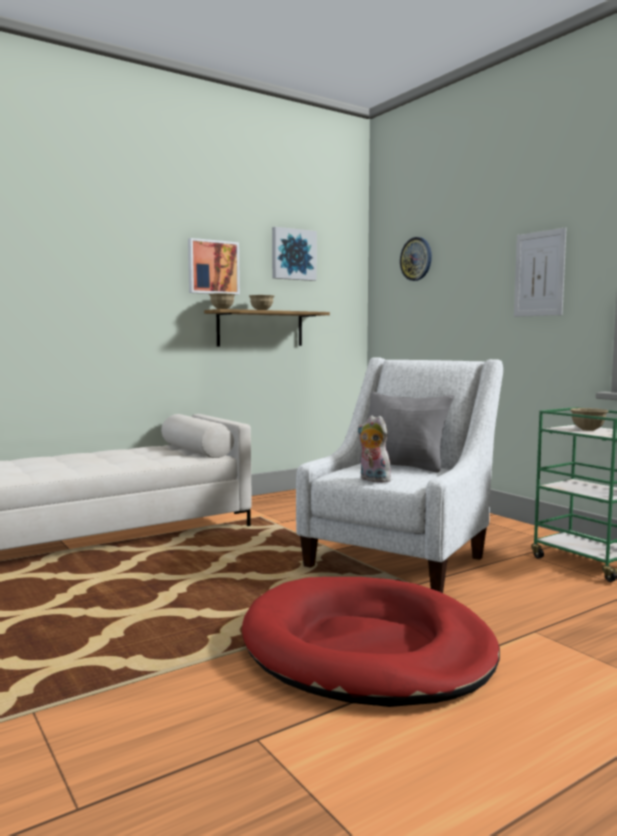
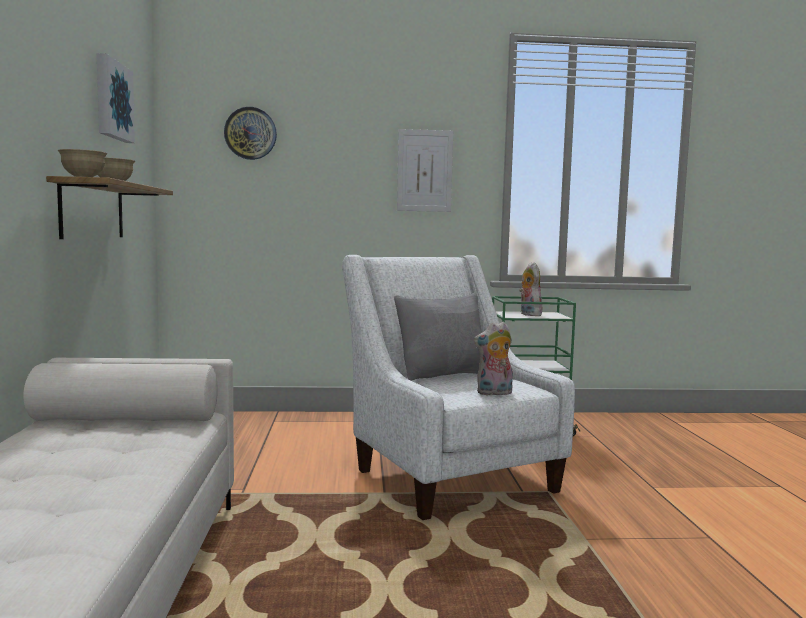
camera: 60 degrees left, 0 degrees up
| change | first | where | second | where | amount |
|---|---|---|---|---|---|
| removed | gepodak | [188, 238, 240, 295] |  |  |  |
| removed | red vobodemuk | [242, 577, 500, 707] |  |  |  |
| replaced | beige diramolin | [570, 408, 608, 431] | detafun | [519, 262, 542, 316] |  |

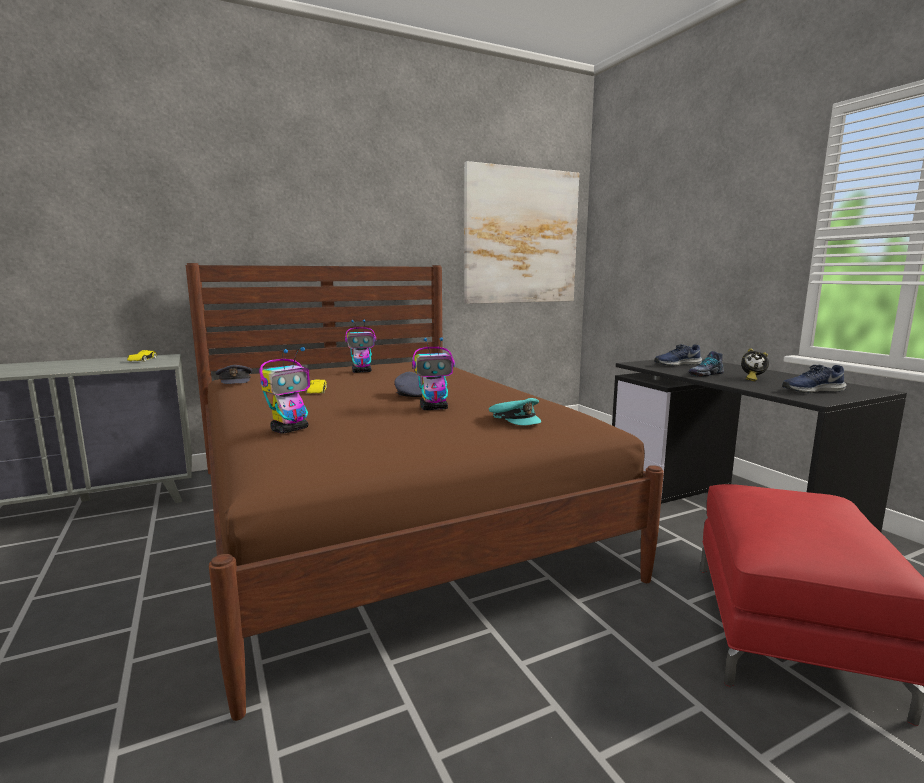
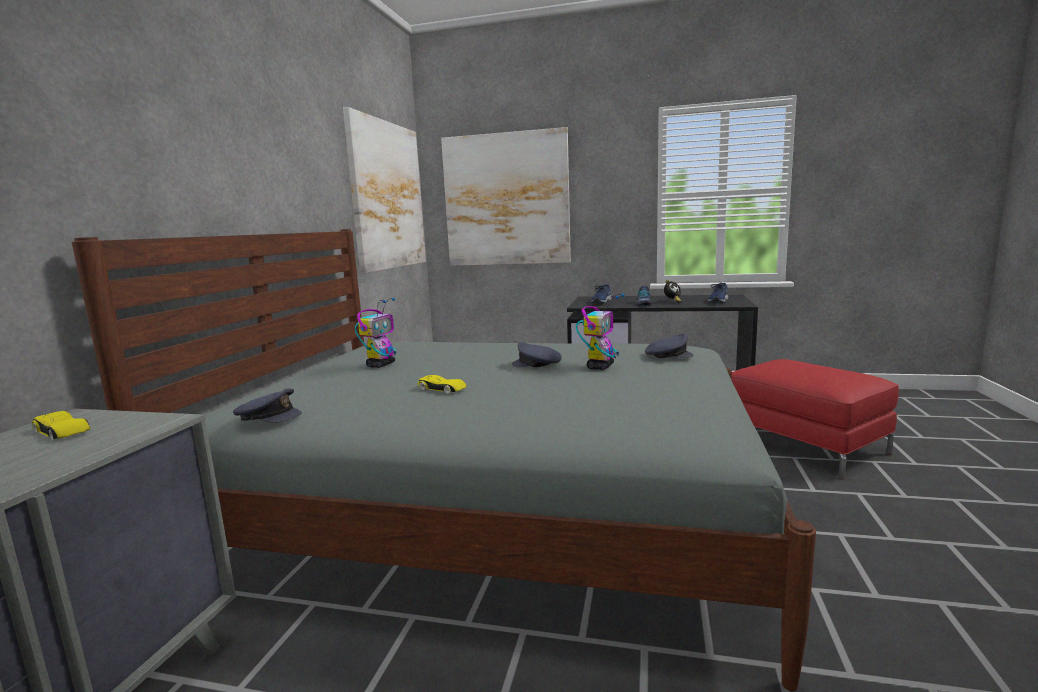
camera: 50 degrees left, 0 degrees up
| change | first | where | second | where | amount |
|---|---|---|---|---|---|
| recoloured | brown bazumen | [186, 263, 664, 721] | grey bazumen | [72, 229, 816, 691] |  |
| removed | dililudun | [259, 347, 310, 434] |  |  |  |
| recoloured | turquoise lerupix | [489, 398, 541, 425] | grey lerupix | [645, 334, 694, 358] |  |
| added |  |  | gepodak | [441, 127, 571, 266] |  |

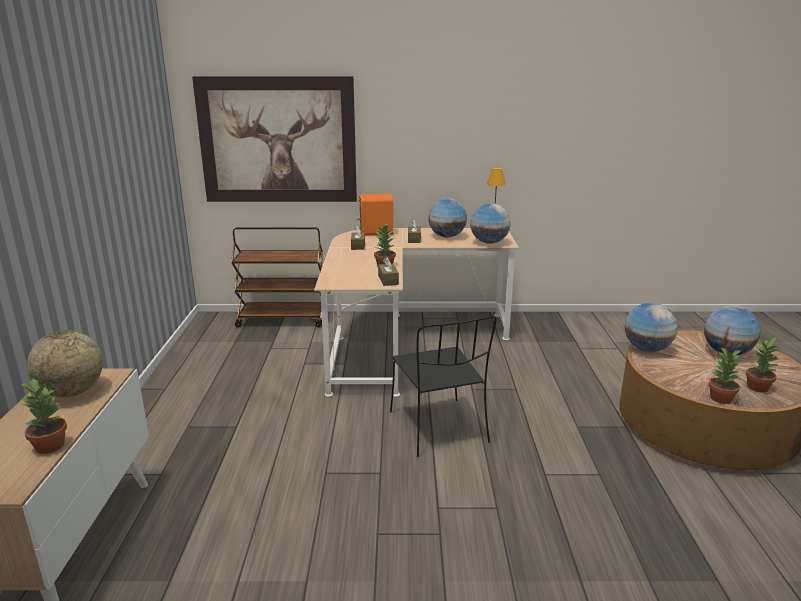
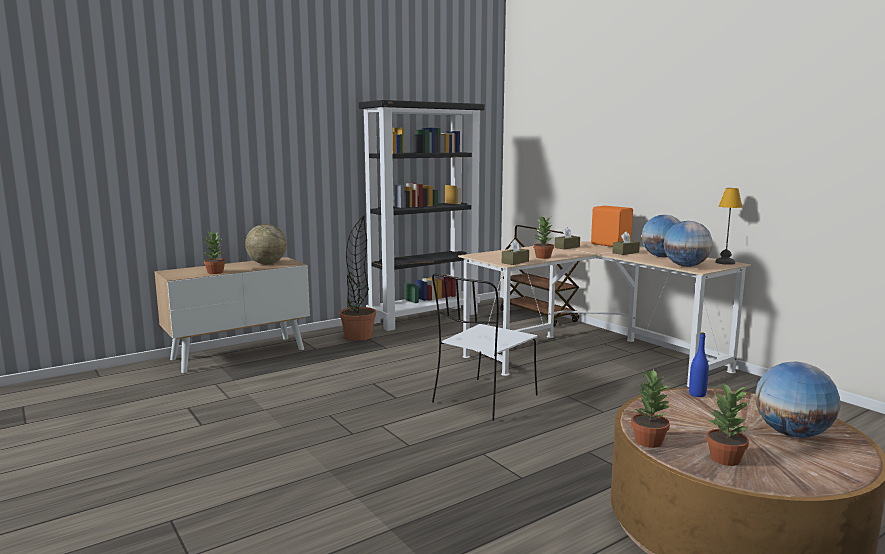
camera: 55 degrees right, 10 degrees down
| change | first | where | second | where | amount |
|---|---|---|---|---|---|
| removed | gepodak | [192, 76, 357, 202] |  |  |  |
| recoloured | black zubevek | [390, 316, 497, 457] | white zubevek | [432, 274, 538, 421] |  |
| replaced | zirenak | [625, 303, 677, 352] | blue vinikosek | [689, 333, 709, 397] |  |
| added |  |  | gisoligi | [339, 215, 376, 341] |  |
| added |  |  | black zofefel | [359, 100, 485, 331] |  |

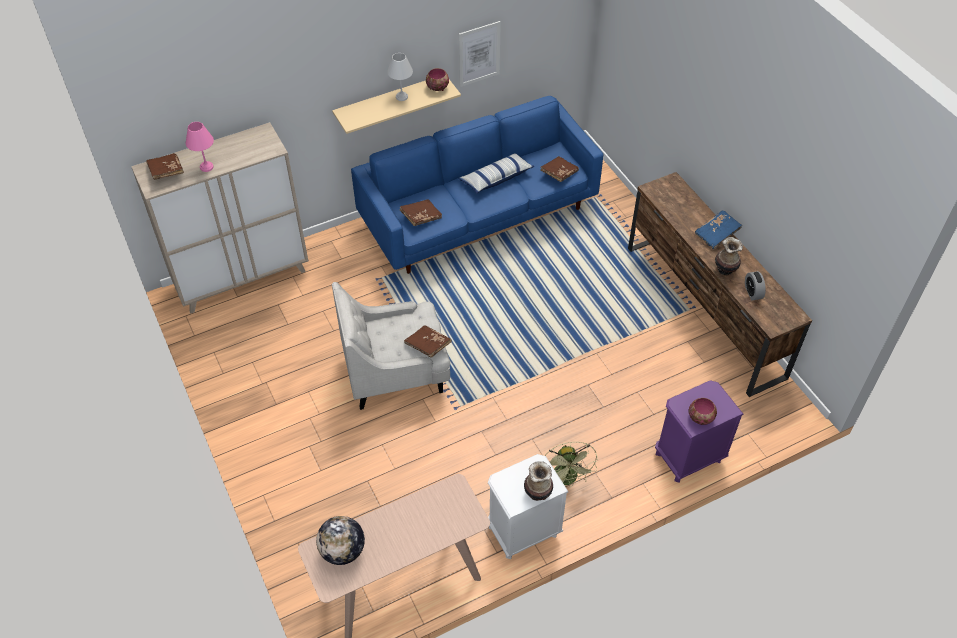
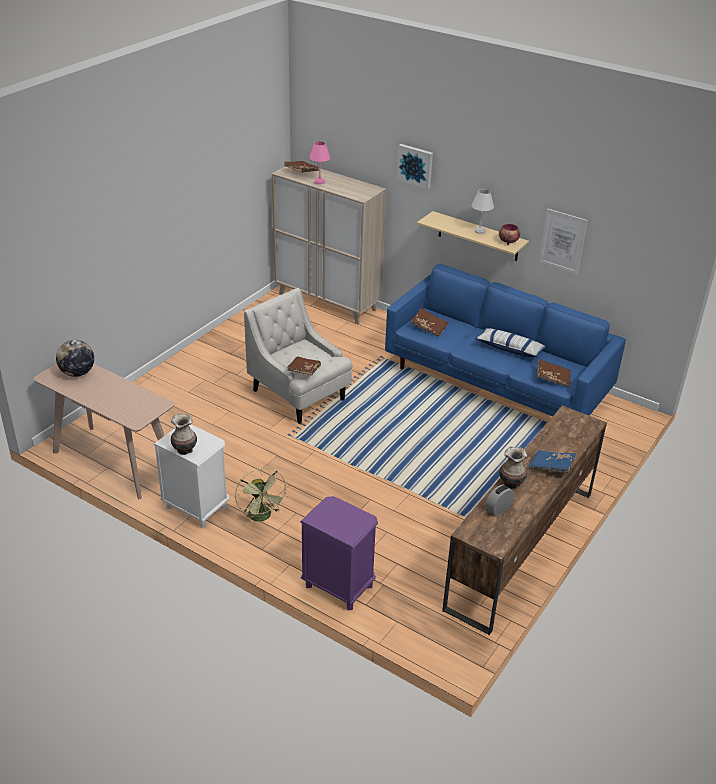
camera: 60 degrees right, 15 degrees down
| change | first | where | second | where | amount |
|---|---|---|---|---|---|
| turned | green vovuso | [545, 442, 598, 487] |  | [235, 468, 288, 525] | 75 degrees counterclockwise |
| removed | diramolin | [689, 398, 717, 425] |  |  |  |
| added |  |  | gepodak | [397, 144, 433, 189] |  |

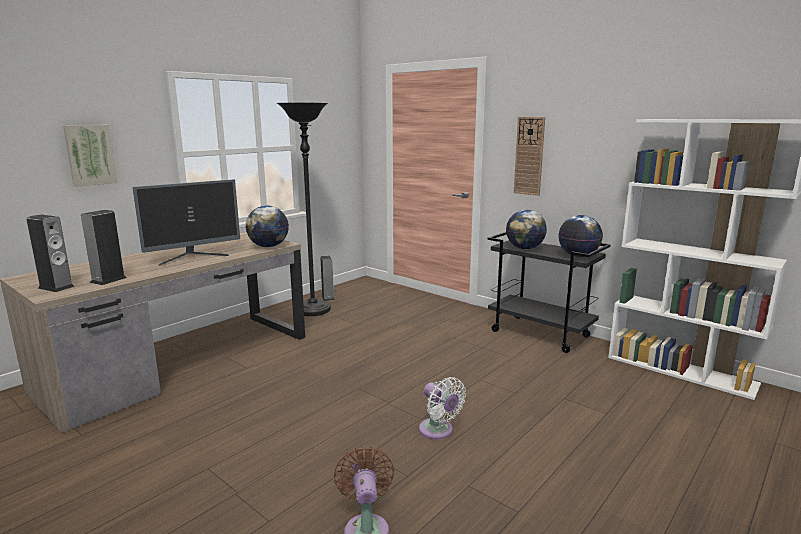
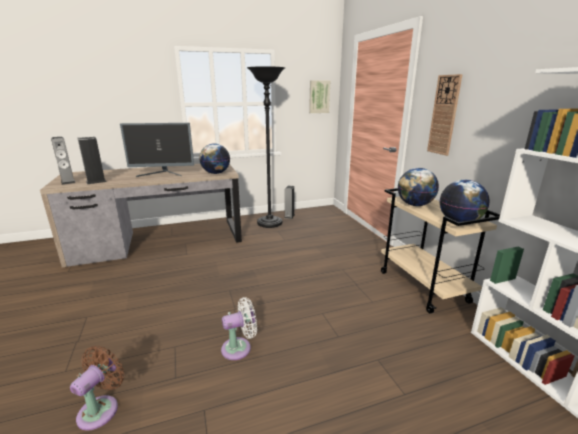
camera: 30 degrees right, 5 degrees up
| change | first | where | second | where | amount |
|---|---|---|---|---|---|
| moved | gepodak | [63, 125, 117, 187] |  | [309, 80, 330, 113] |  |
| turned | white vovuso | [419, 377, 466, 440] |  | [221, 297, 257, 360] | 105 degrees counterclockwise |
| recoloured | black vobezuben | [488, 232, 611, 353] | beige vobezuben | [381, 188, 500, 313] |  |

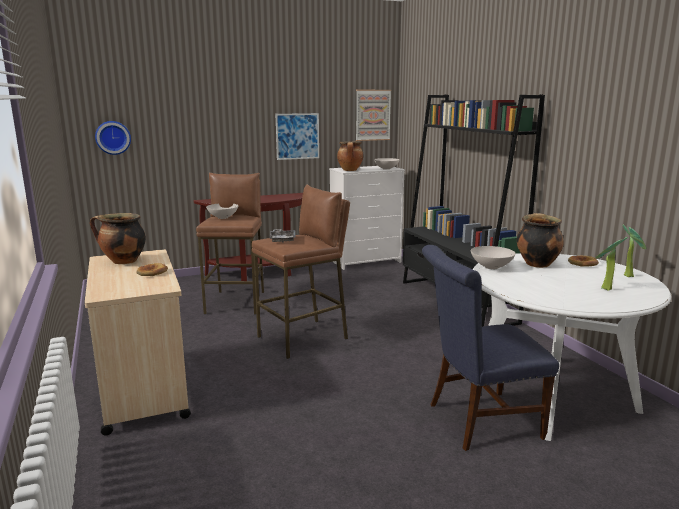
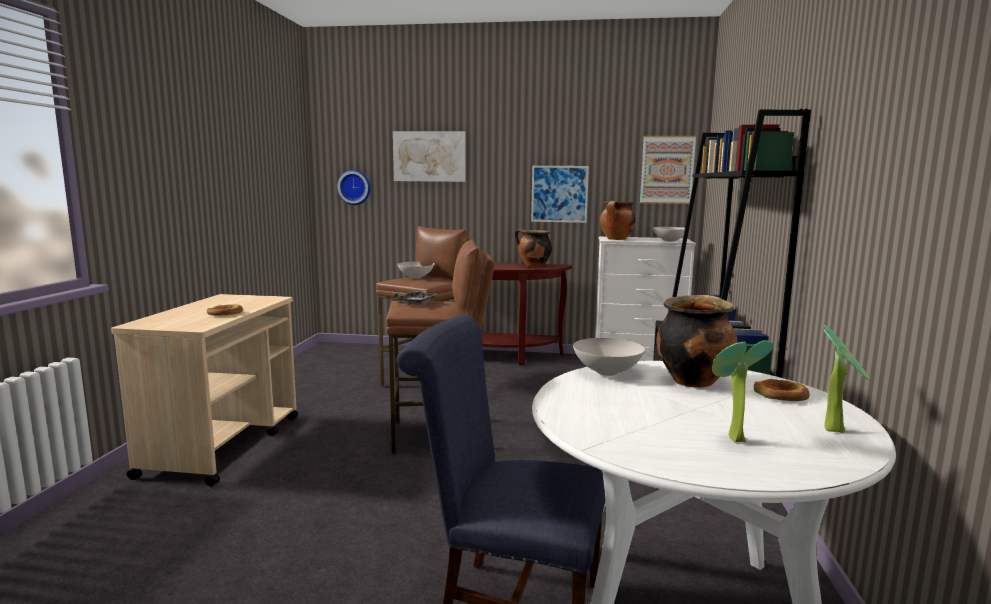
camera: 30 degrees right, 5 degrees down
| change | first | where | second | where | amount |
|---|---|---|---|---|---|
| moved | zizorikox | [90, 213, 146, 264] |  | [515, 229, 552, 267] |  |
| added |  |  | gepodak | [393, 131, 465, 182] |  |

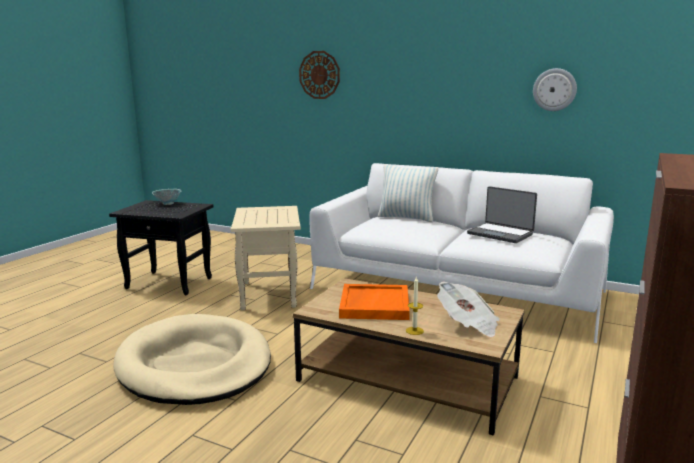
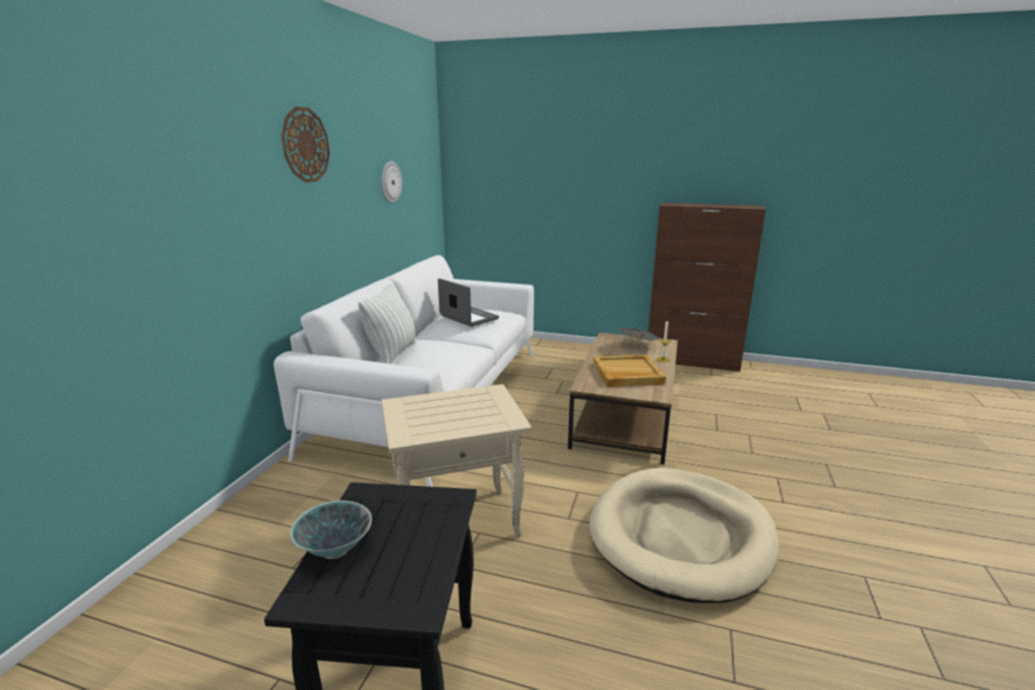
camera: 100 degrees left, 5 degrees up
| change | first | where | second | where | amount |
|---|---|---|---|---|---|
| moved | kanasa | [299, 51, 340, 99] |  | [281, 107, 330, 183] |  |
| recoloured | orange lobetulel | [339, 284, 410, 320] | beige lobetulel | [593, 355, 666, 387] |  |
| turned | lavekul | [467, 186, 537, 243] |  | [438, 278, 499, 327] | 75 degrees counterclockwise |

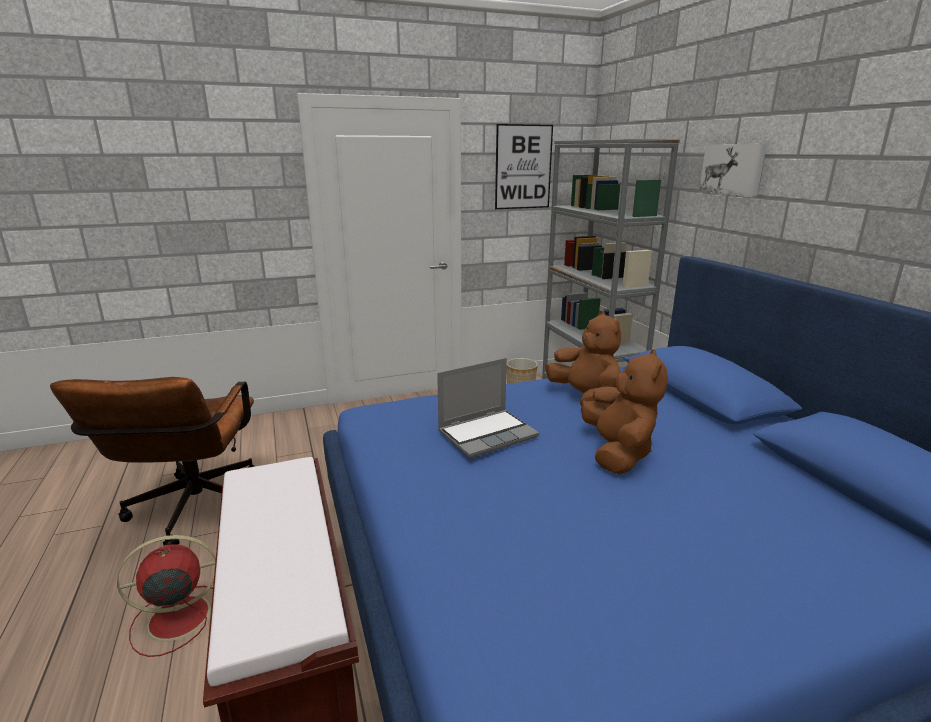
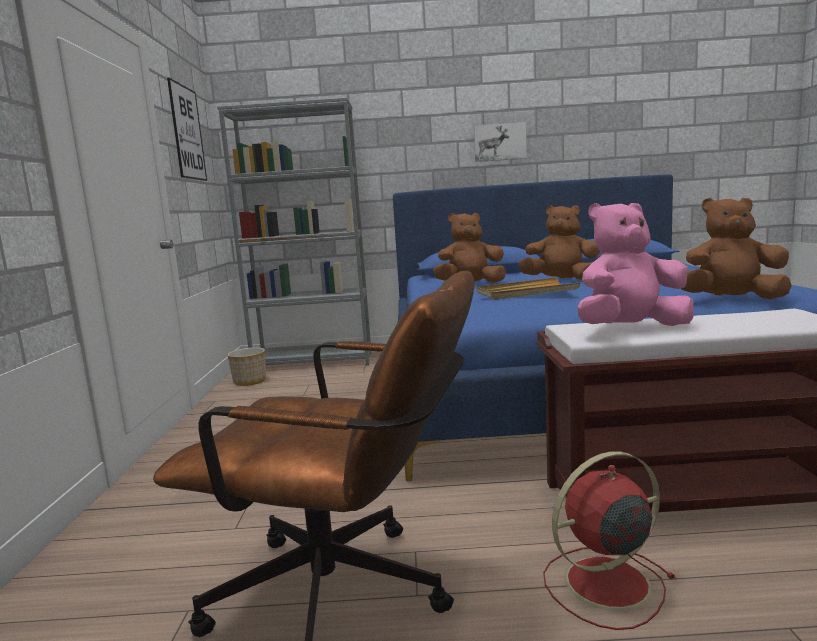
camera: 70 degrees left, 10 degrees down
| change | first | where | second | where | amount |
|---|---|---|---|---|---|
| turned | red vovuso | [117, 535, 216, 657] |  | [543, 451, 676, 630] | 75 degrees clockwise |
| replaced | lavekul | [437, 358, 539, 458] | beige lobetulel | [477, 277, 580, 300] |  |
| moved | gepodak | [699, 144, 767, 198] |  | [474, 122, 527, 162] |  |
| added |  |  | pink detafun | [578, 203, 694, 326] |  |
| added |  |  | brown detafun | [681, 198, 792, 299] |  |

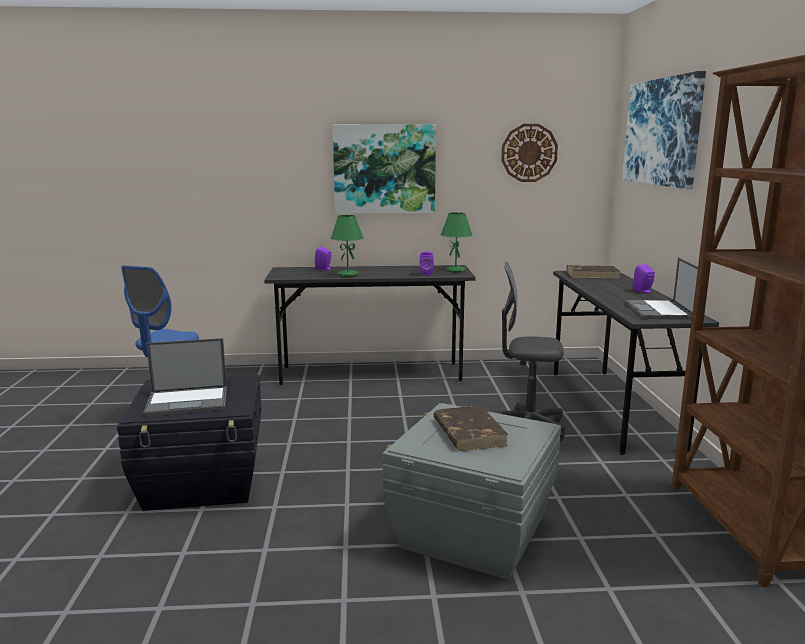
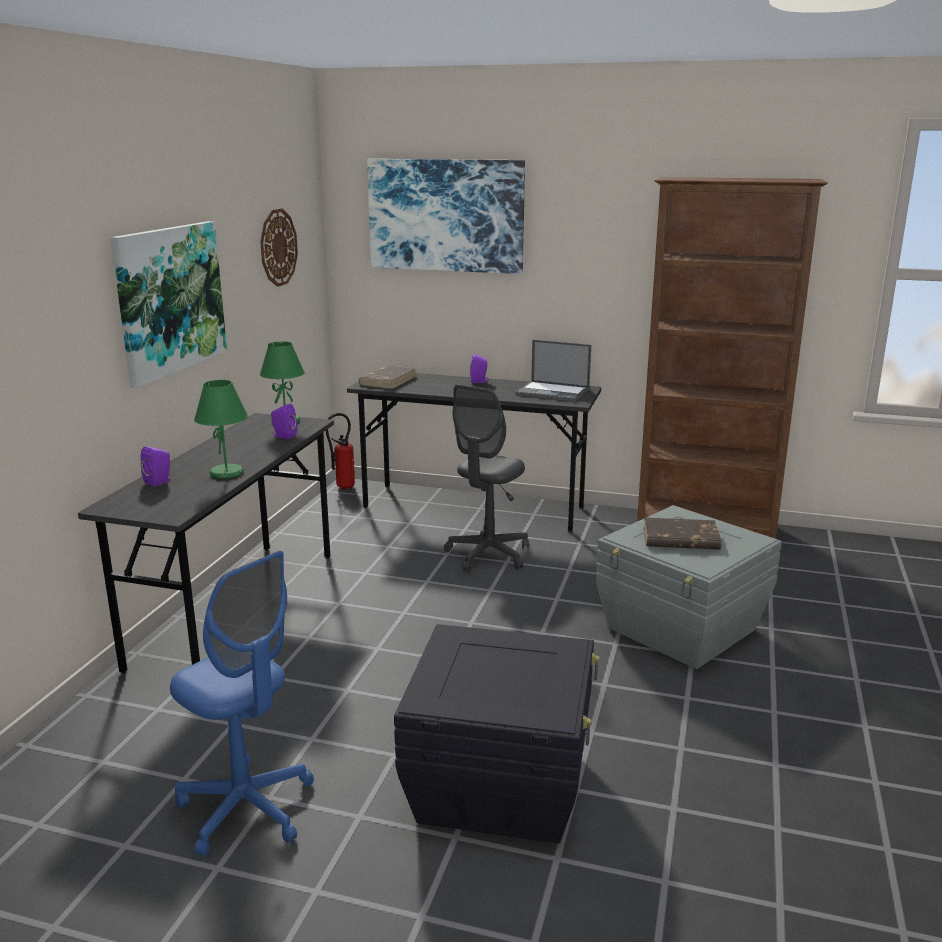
camera: 70 degrees left, 5 degrees up
| change | first | where | second | where | amount |
|---|---|---|---|---|---|
| removed | lavekul | [143, 338, 227, 417] |  |  |  |
| added |  |  | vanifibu | [326, 413, 355, 490] |  |

